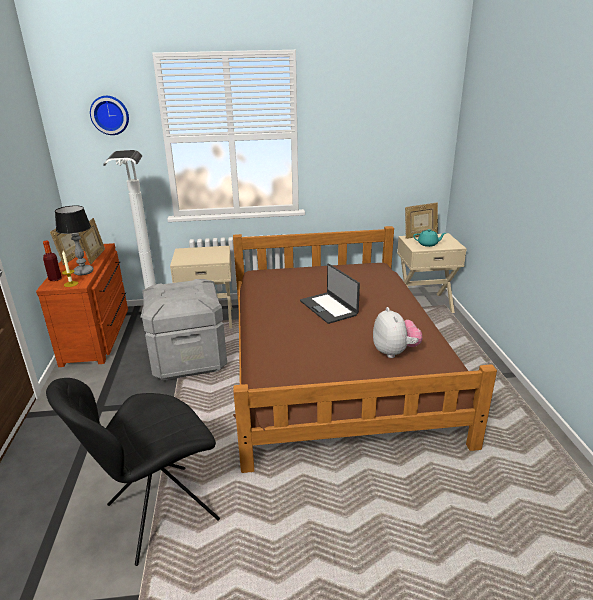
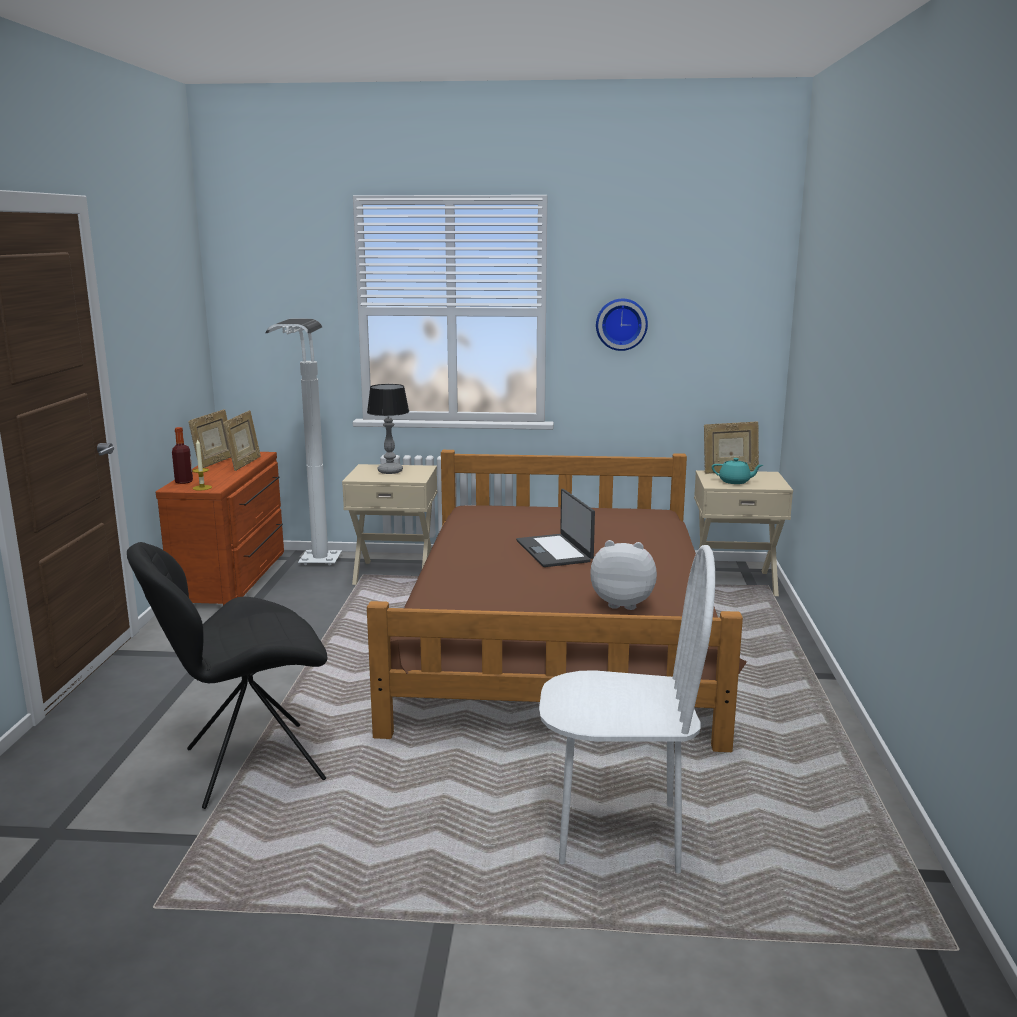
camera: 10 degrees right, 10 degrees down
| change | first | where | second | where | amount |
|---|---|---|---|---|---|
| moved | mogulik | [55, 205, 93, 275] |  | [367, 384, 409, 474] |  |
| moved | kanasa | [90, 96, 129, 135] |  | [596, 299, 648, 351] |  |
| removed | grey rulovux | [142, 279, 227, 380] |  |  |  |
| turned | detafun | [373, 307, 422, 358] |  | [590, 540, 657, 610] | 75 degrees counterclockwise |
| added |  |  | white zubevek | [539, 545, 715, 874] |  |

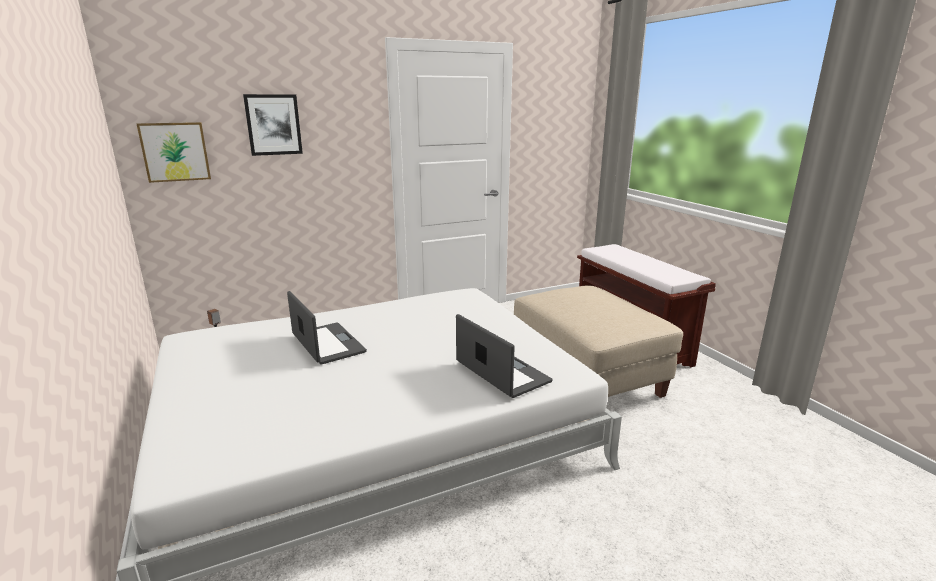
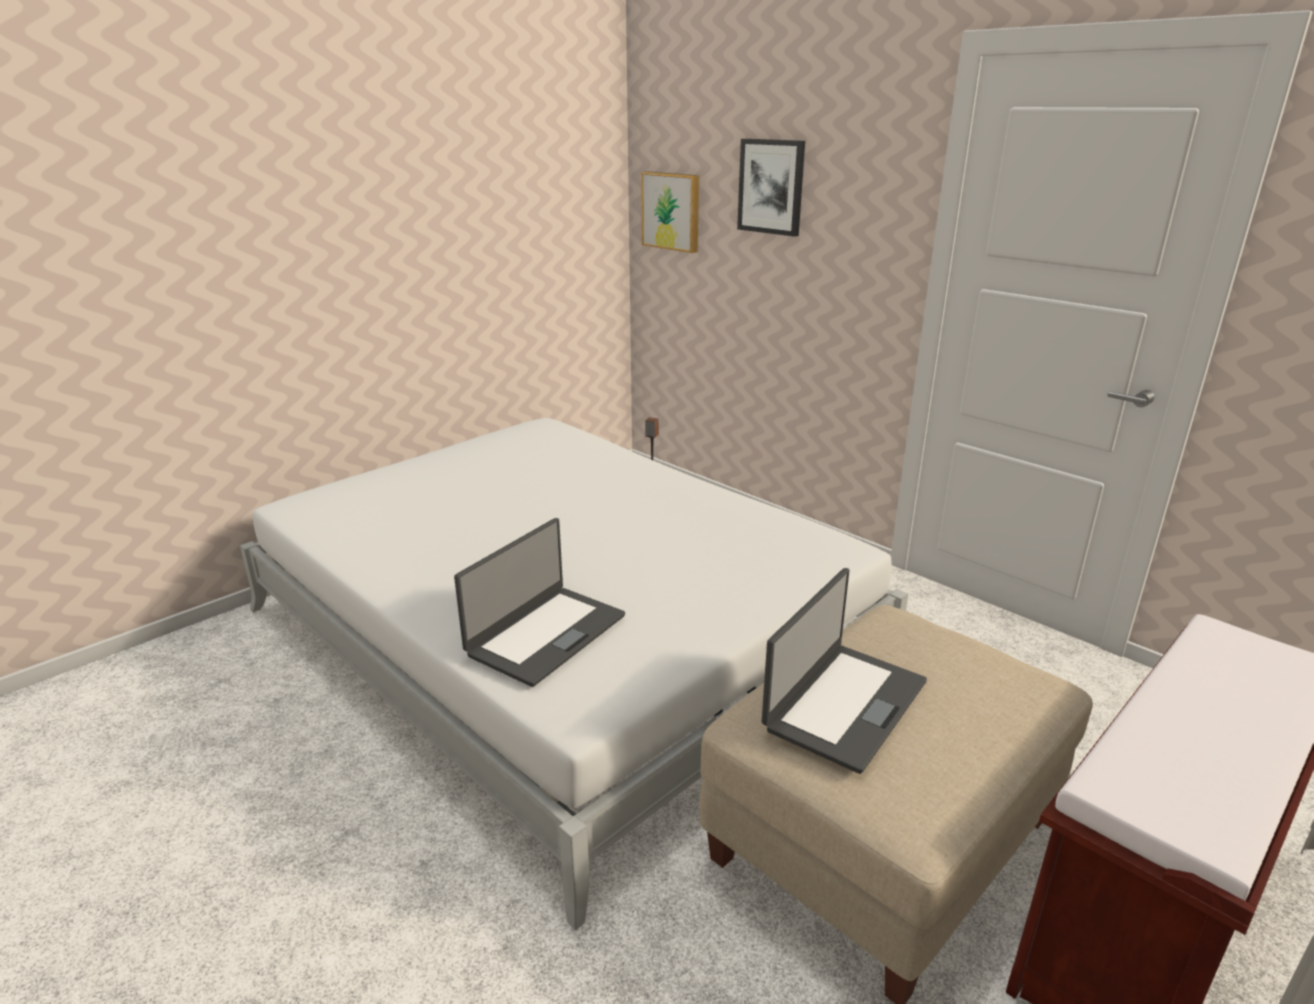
camera: 70 degrees right, 5 degrees up
| change | first | where | second | where | amount |
|---|---|---|---|---|---|
| moved | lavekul | [287, 291, 367, 365] |  | [762, 568, 927, 774] |  |

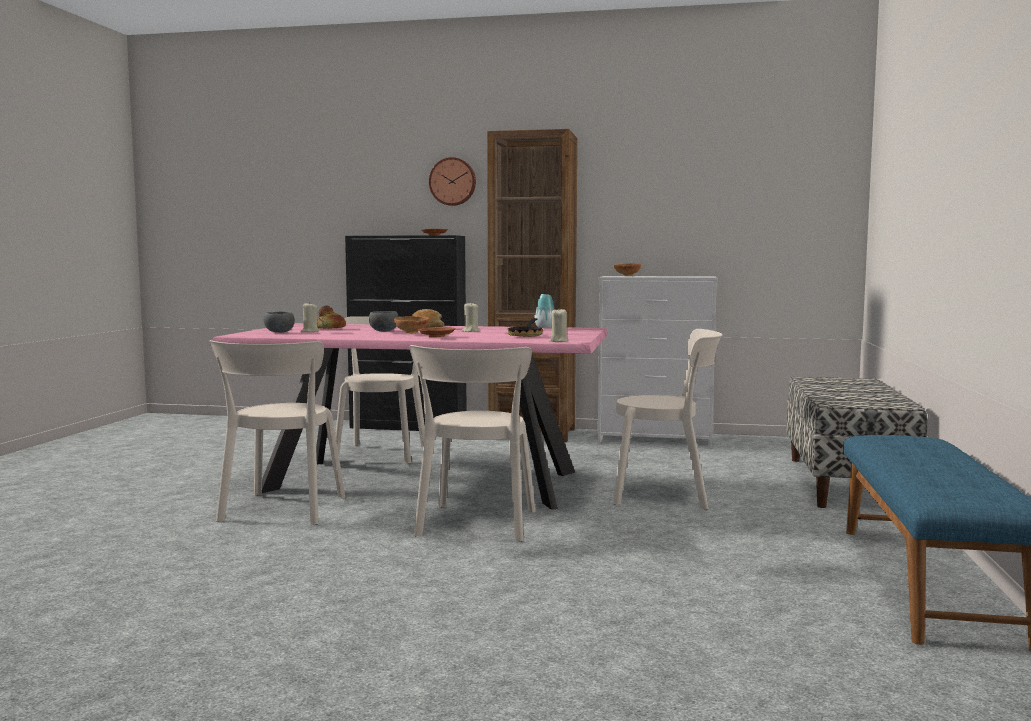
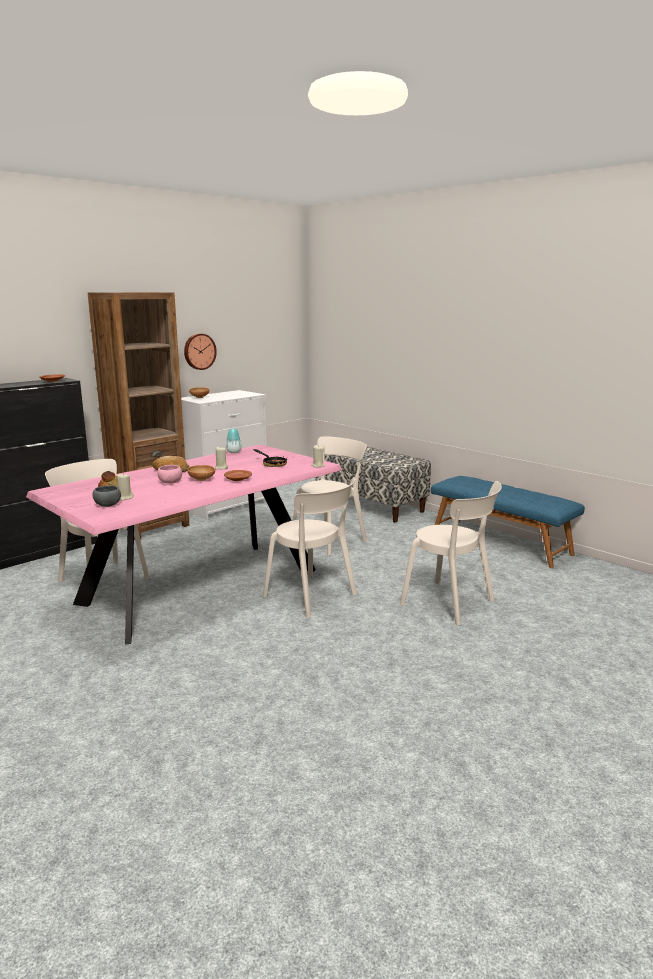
camera: 55 degrees left, 10 degrees up
| change | first | where | second | where | amount |
|---|---|---|---|---|---|
| moved | beige zubevek | [209, 340, 345, 525] |  | [400, 481, 502, 626] |  |
| recoloured | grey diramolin | [369, 311, 399, 332] | pink diramolin | [157, 465, 182, 484] |  |
| moved | kanasa | [429, 157, 476, 206] |  | [184, 333, 217, 370] |  |

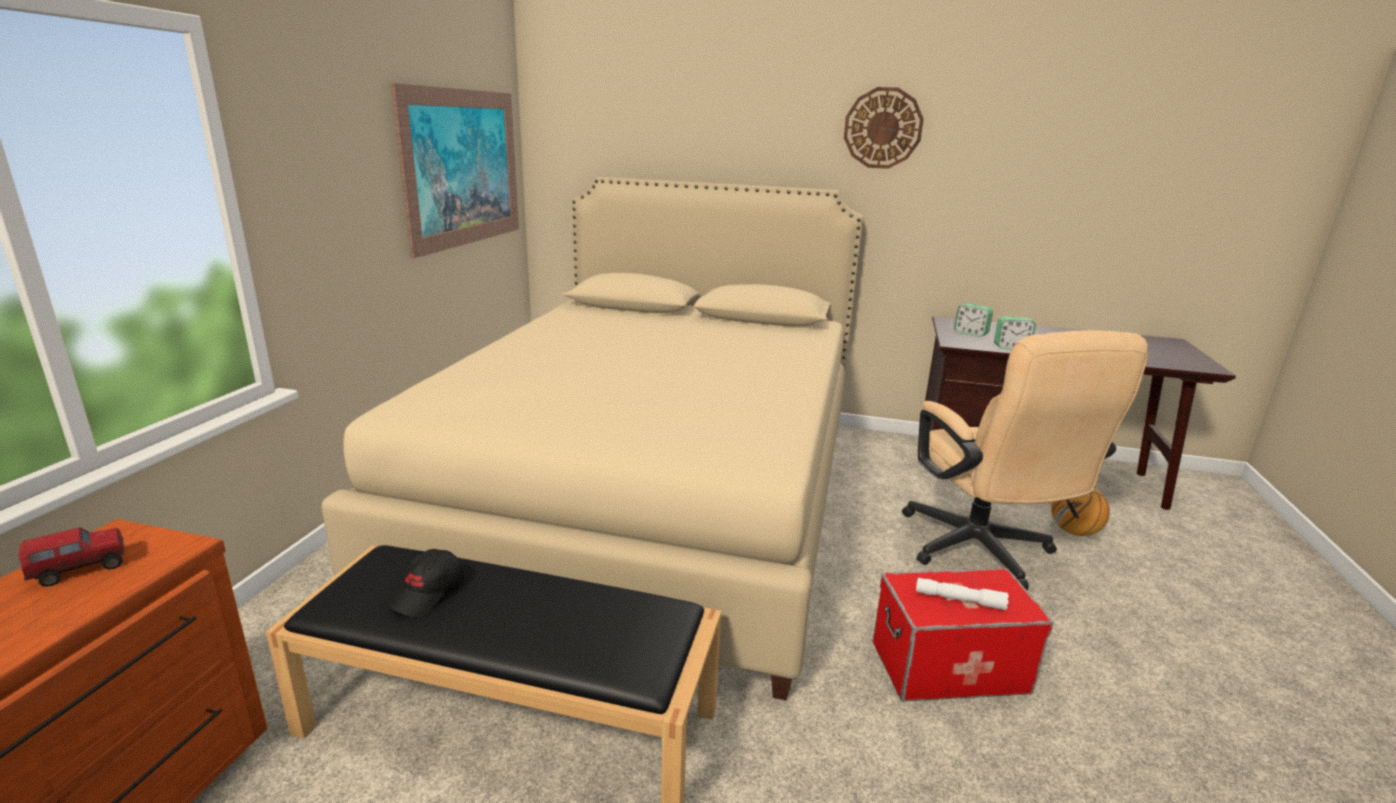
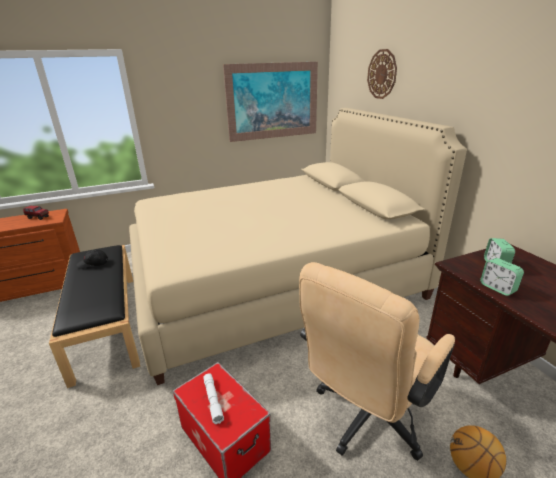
camera: 55 degrees right, 5 degrees up
| change | first | where | second | where | amount |
|---|---|---|---|---|---|
| moved | kanasa | [844, 87, 924, 169] |  | [367, 49, 397, 99] |  |

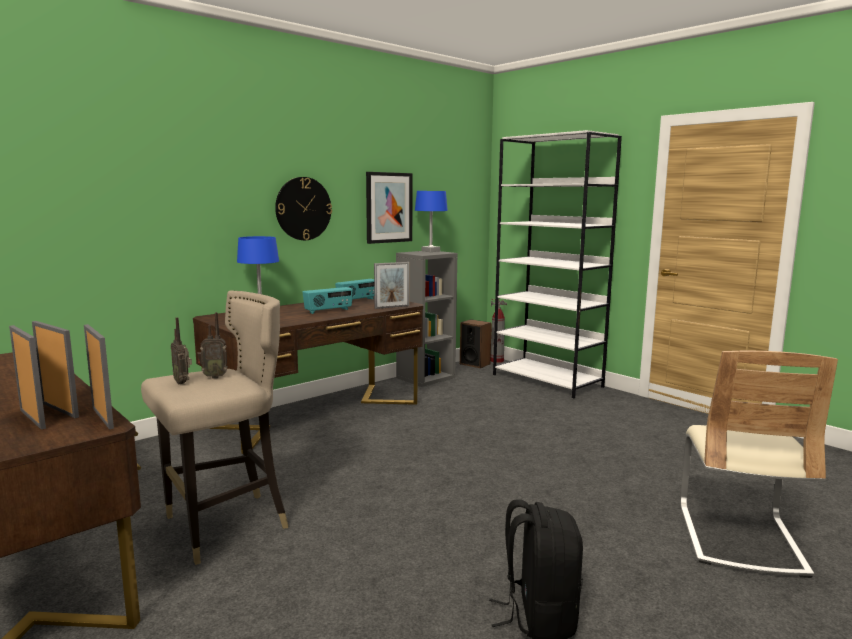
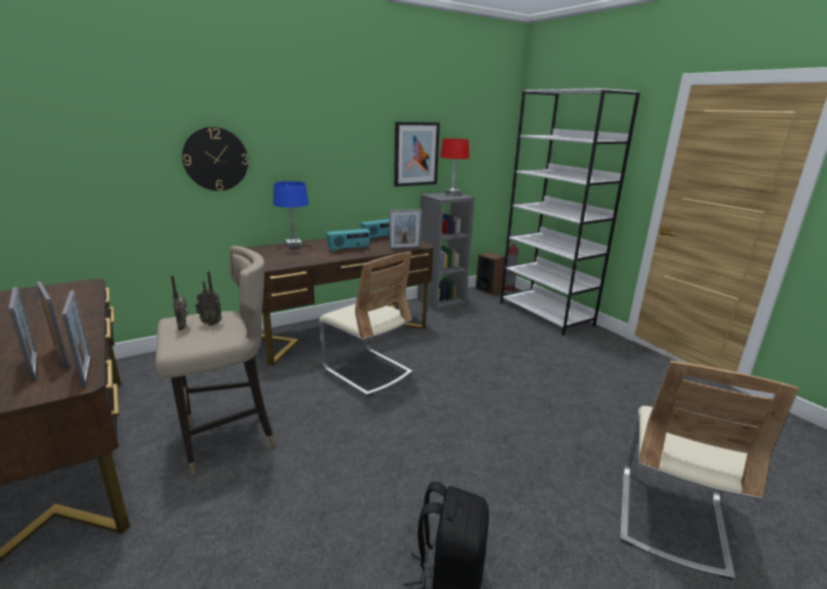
camera: 10 degrees right, 10 degrees up
| change | first | where | second | where | amount |
|---|---|---|---|---|---|
| moved | kanasa | [275, 177, 332, 240] |  | [182, 127, 248, 191] |  |
| recoloured | blue mogulik | [415, 191, 448, 252] | red mogulik | [440, 139, 469, 195] |  |
| added |  |  | beige zubevek | [319, 252, 413, 397] |  |

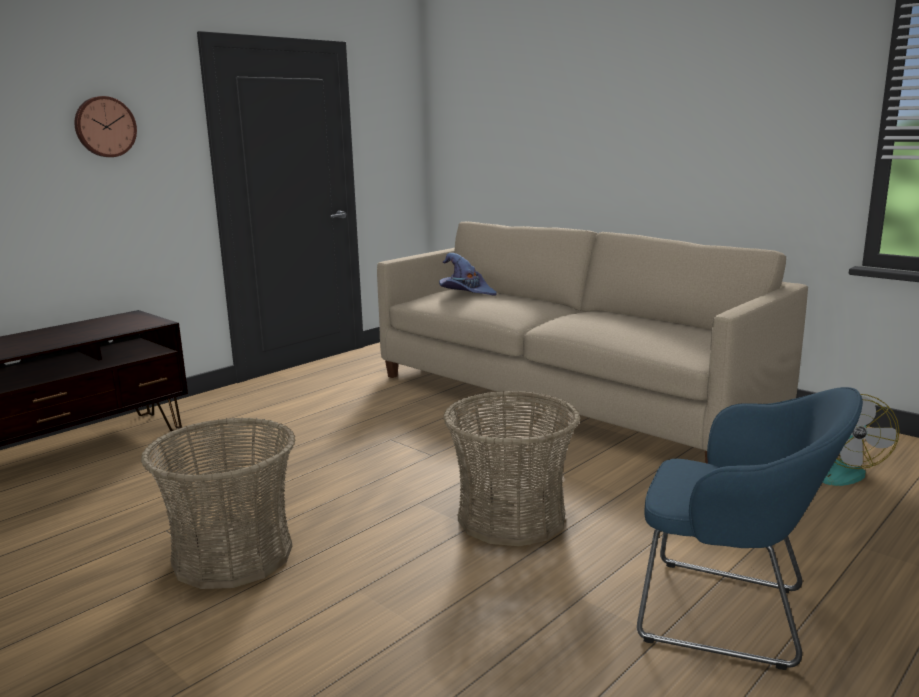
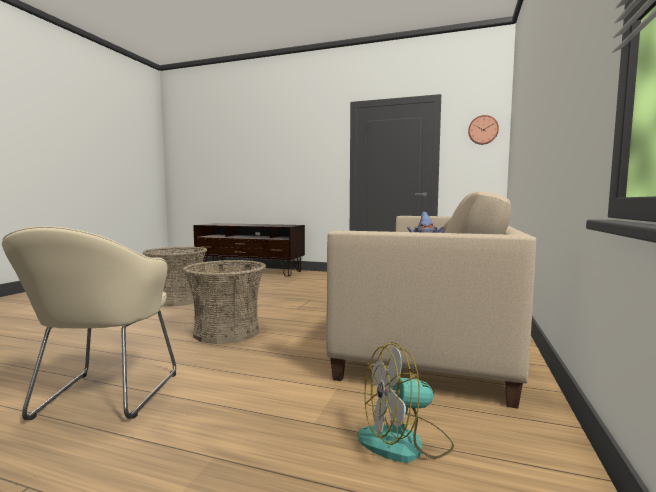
camera: 65 degrees right, 10 degrees down
| change | first | where | second | where | amount |
|---|---|---|---|---|---|
| moved | kanasa | [75, 96, 137, 157] |  | [468, 115, 499, 145] |  |
| recoloured | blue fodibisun | [637, 387, 863, 670] | beige fodibisun | [2, 226, 176, 420] |  |

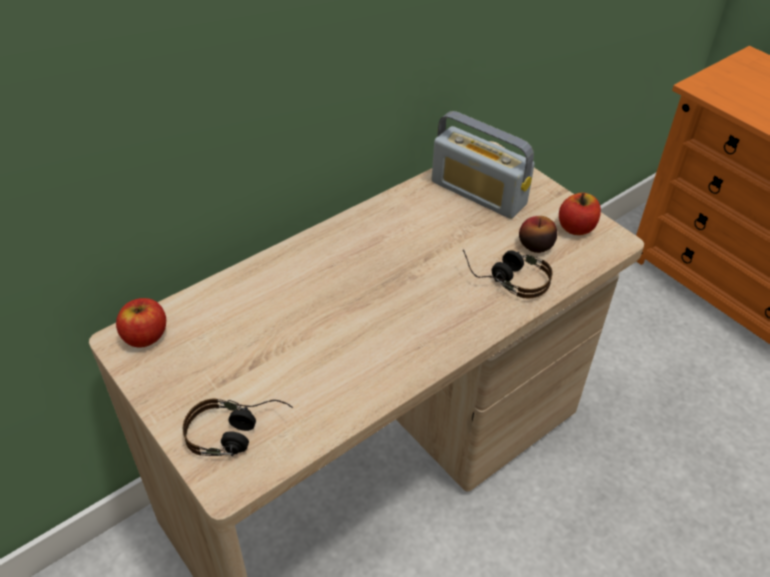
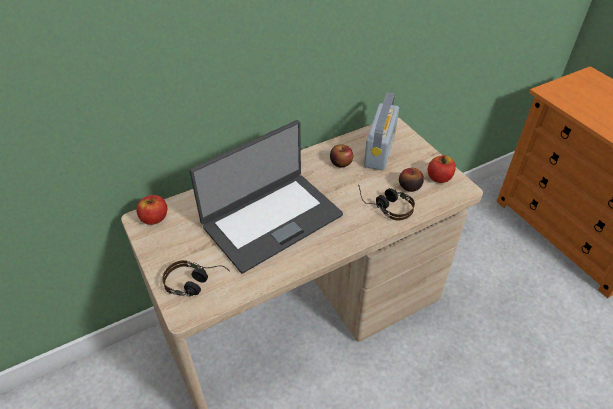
camera: 10 degrees right, 0 degrees up
| change | first | where | second | where | amount |
|---|---|---|---|---|---|
| turned | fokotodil | [432, 111, 535, 219] |  | [364, 93, 399, 171] | 120 degrees counterclockwise |
| added |  |  | lavekul | [189, 120, 343, 273] |  |
| added |  |  | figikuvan | [330, 145, 353, 168] |  |

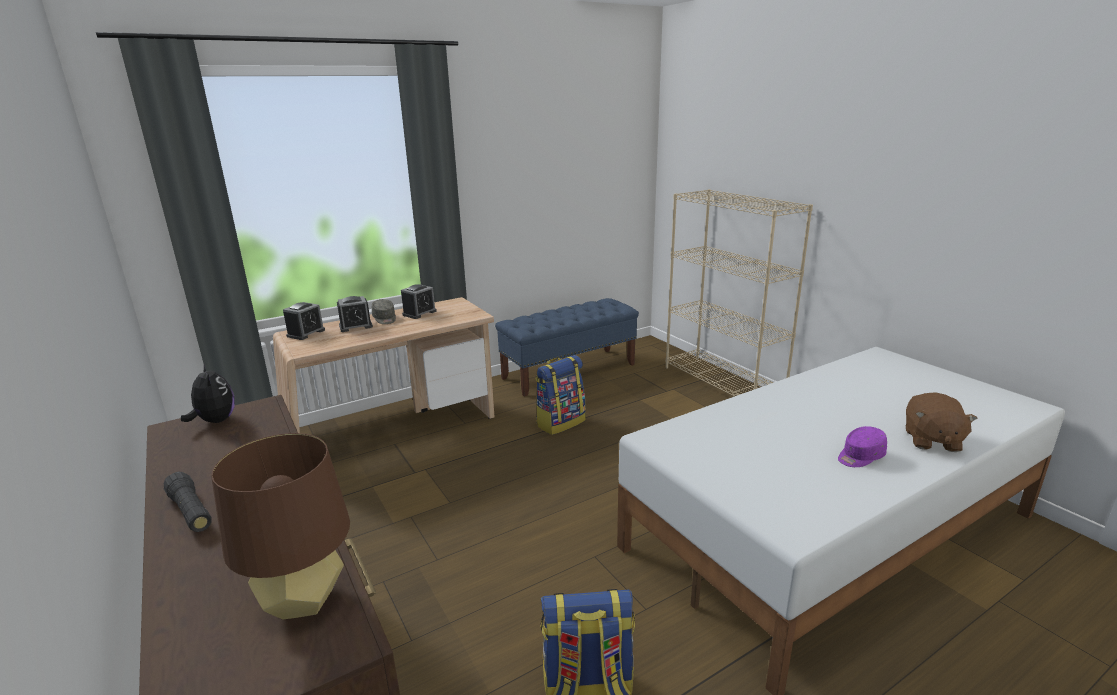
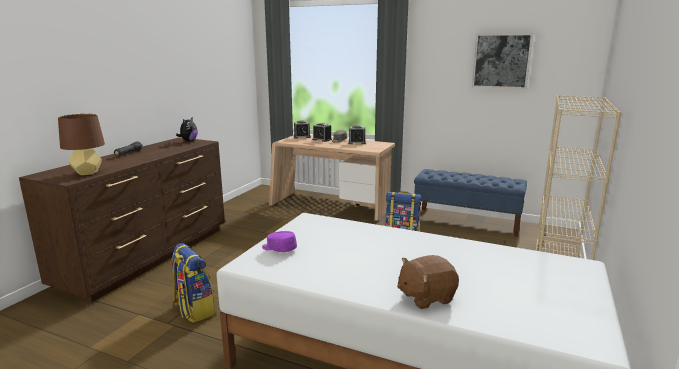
camera: 55 degrees right, 5 degrees down
| change | first | where | second | where | amount |
|---|---|---|---|---|---|
| moved | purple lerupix | [838, 426, 887, 467] |  | [262, 231, 297, 252] |  |
| added |  |  | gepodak | [472, 33, 533, 89] |  |

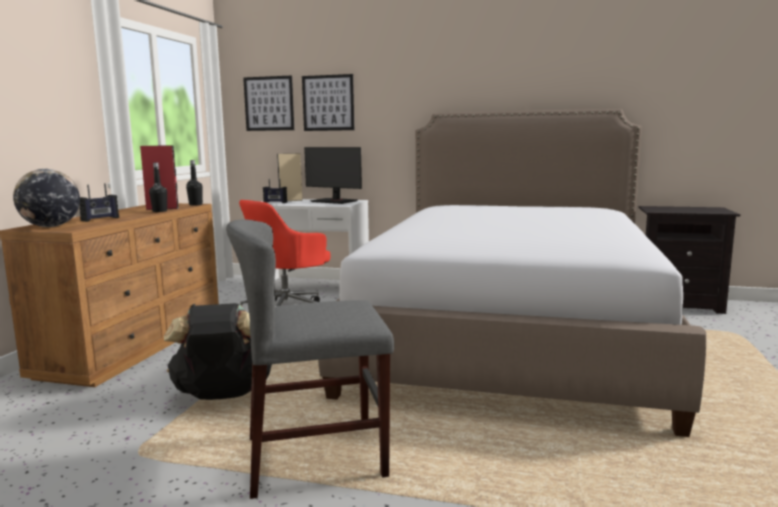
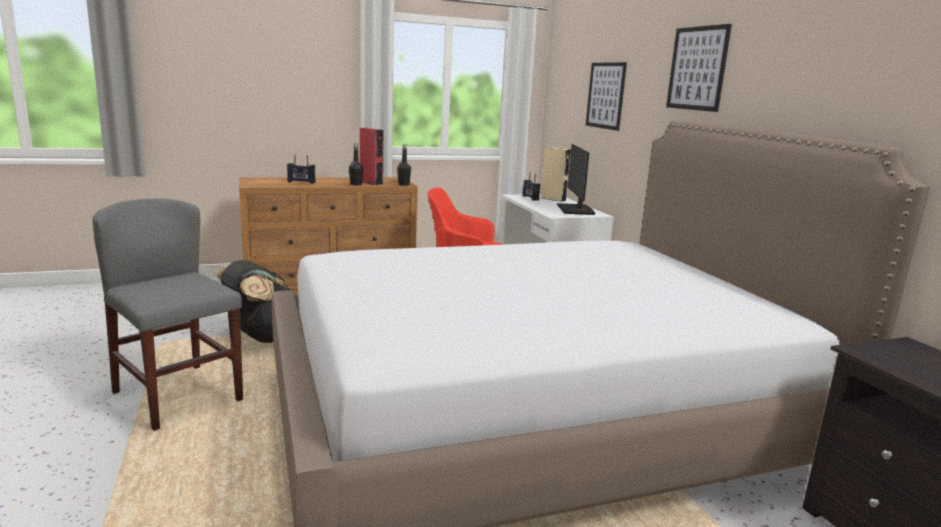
camera: 55 degrees right, 5 degrees up
| change | first | where | second | where | amount |
|---|---|---|---|---|---|
| removed | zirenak | [13, 169, 80, 227] |  |  |  |
| moved | gepodak | [243, 76, 294, 131] |  | [666, 24, 732, 112] |  |

